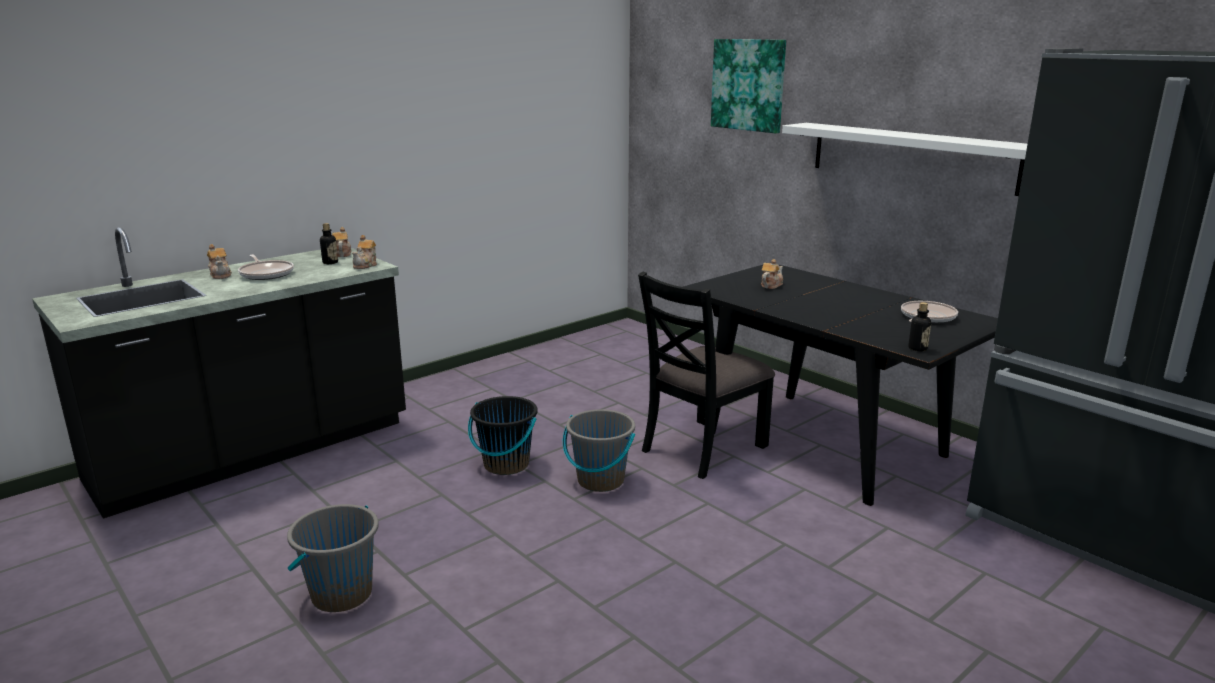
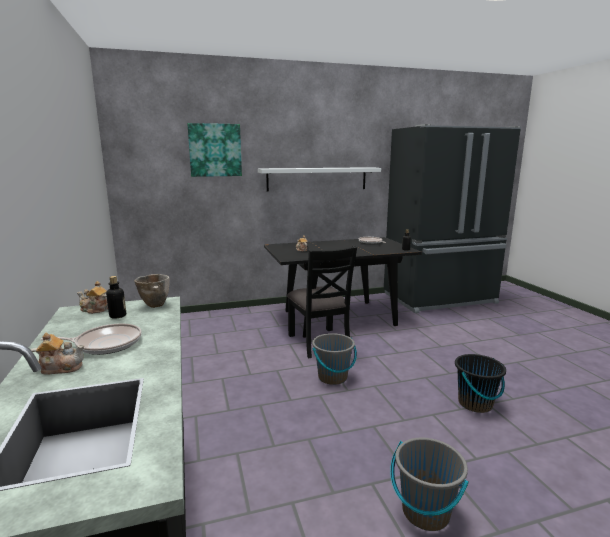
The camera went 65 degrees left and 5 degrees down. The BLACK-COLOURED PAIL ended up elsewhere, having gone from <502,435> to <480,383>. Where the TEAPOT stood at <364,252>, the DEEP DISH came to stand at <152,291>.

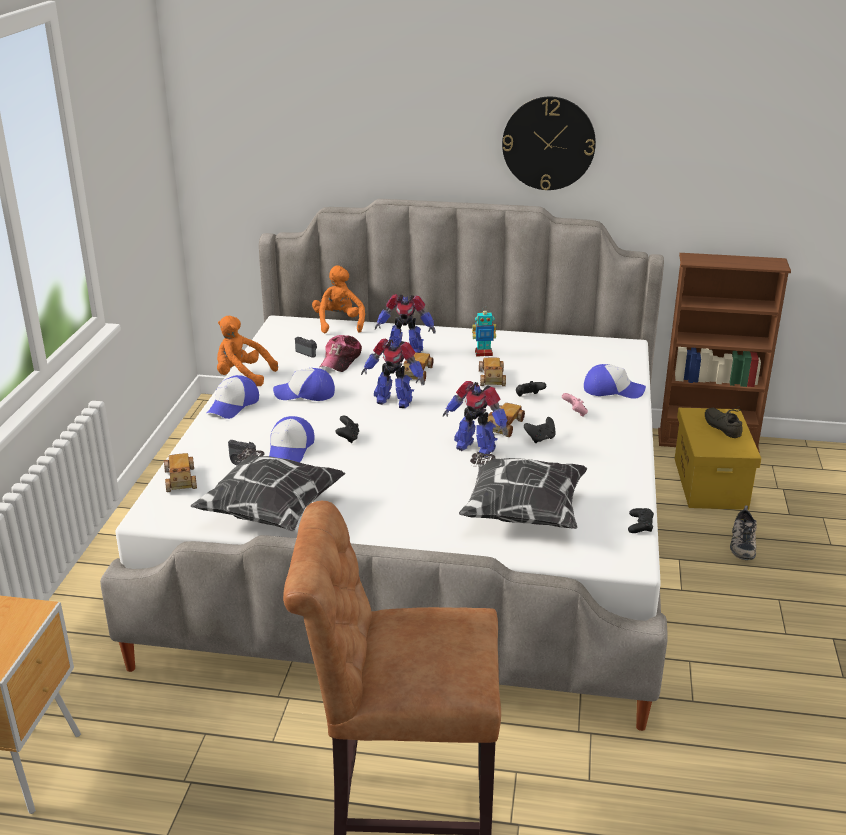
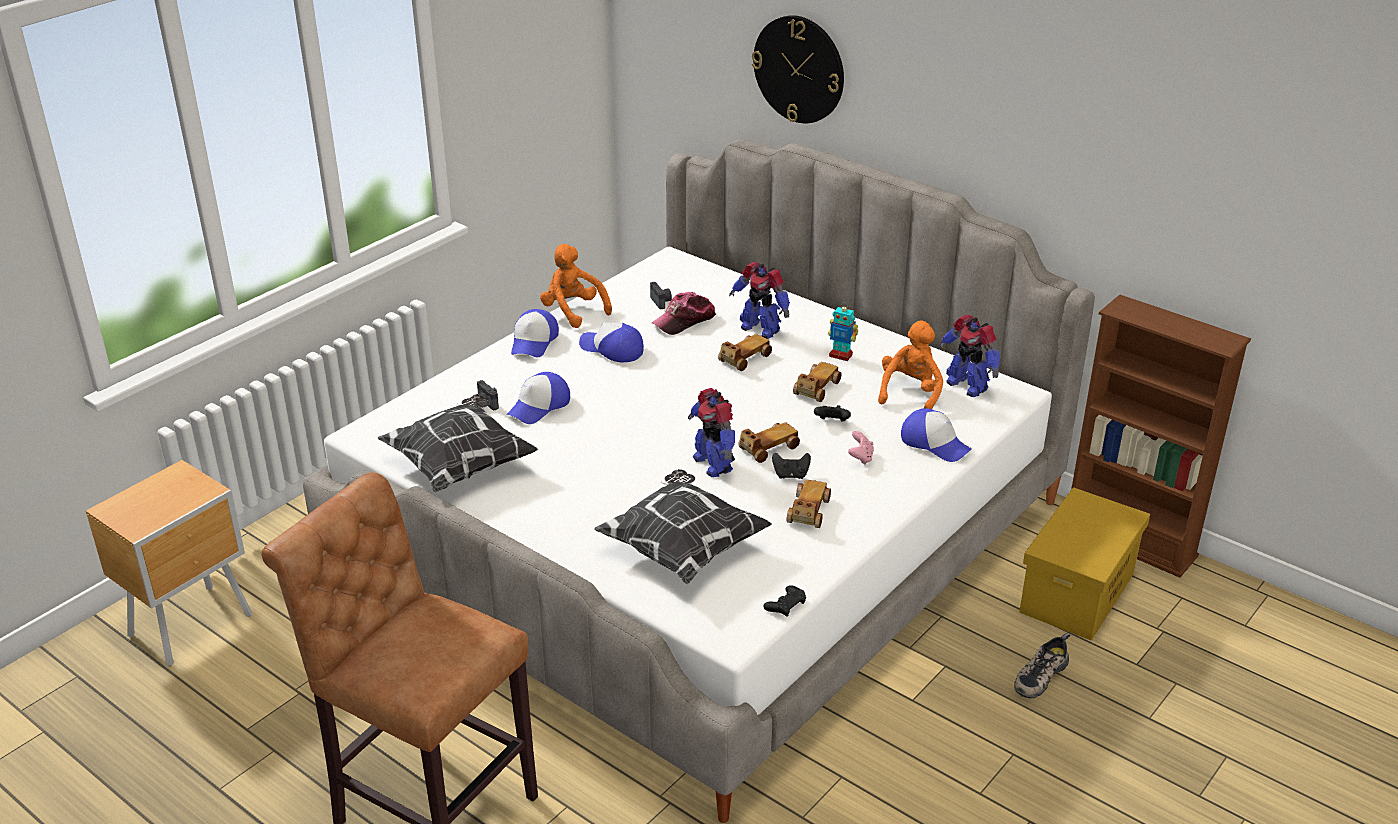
The camera went 30 degrees right and 5 degrees up. The second view lost the BLACK-COLOURED GAMEPAD at <347,429>. The second view lost the GRAY SHOE at <724,422>. The TOY CAR ended up elsewhere, having gone from <180,472> to <808,504>. The ORANGEY PLUSH TOY ended up elsewhere, having gone from <338,299> to <910,364>. The ROBOT FIGURE ended up elsewhere, having gone from <393,373> to <969,356>. The WALL CLOCK ended up elsewhere, having gone from <549,143> to <798,69>. The PEAKED CAP at <233,397> ended up facing another way, 45 degrees counterclockwise from before.

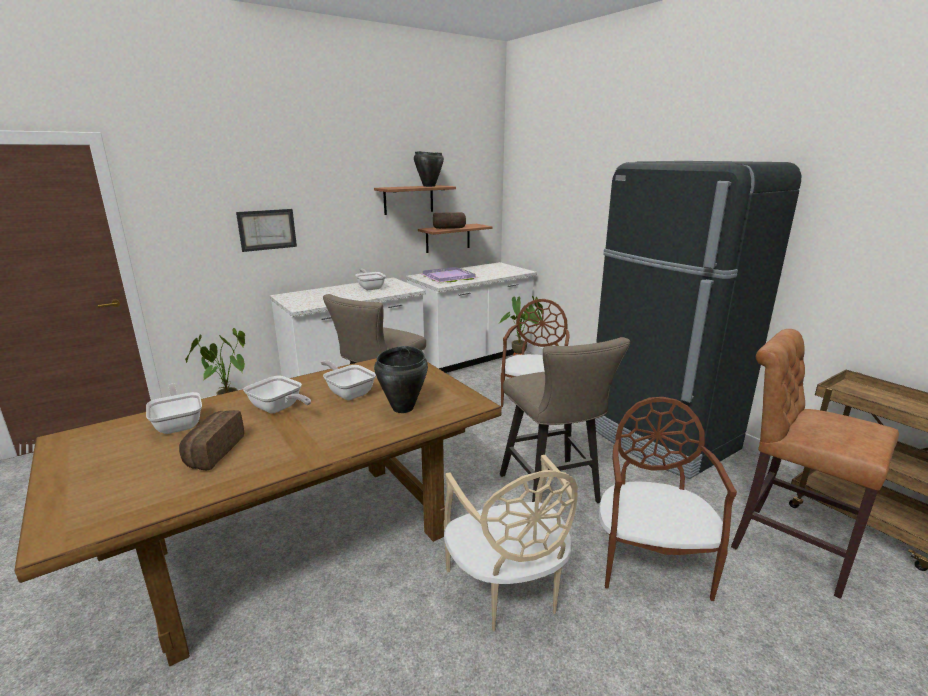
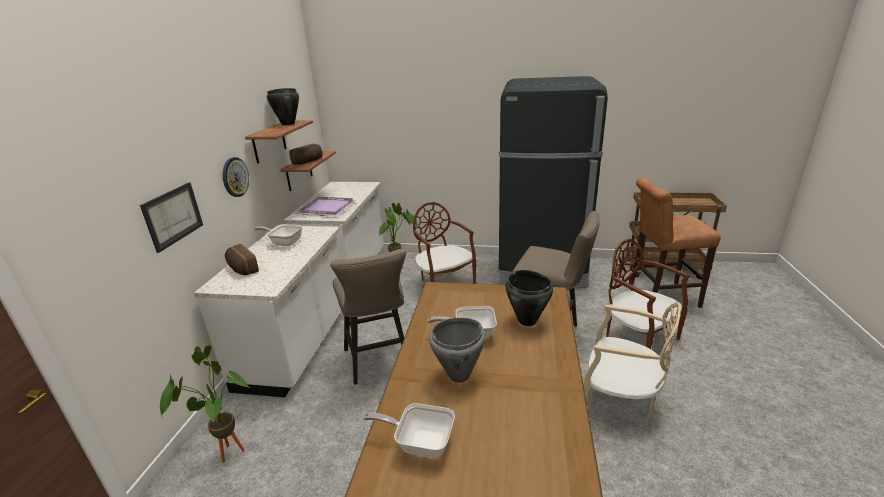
The camera went 45 degrees left and 5 degrees up. The second view gained the WALL CLOCK at <236,177>. The BREAD ended up elsewhere, having gone from <211,440> to <242,259>. Where the PAN stood at <277,394>, the GRAY SAUCEPOT came to stand at <457,350>.

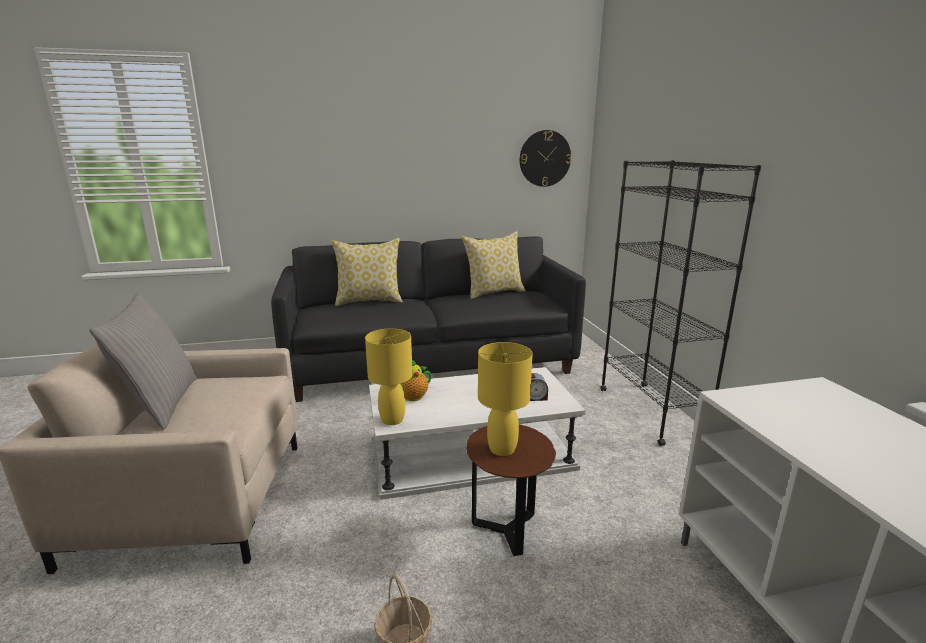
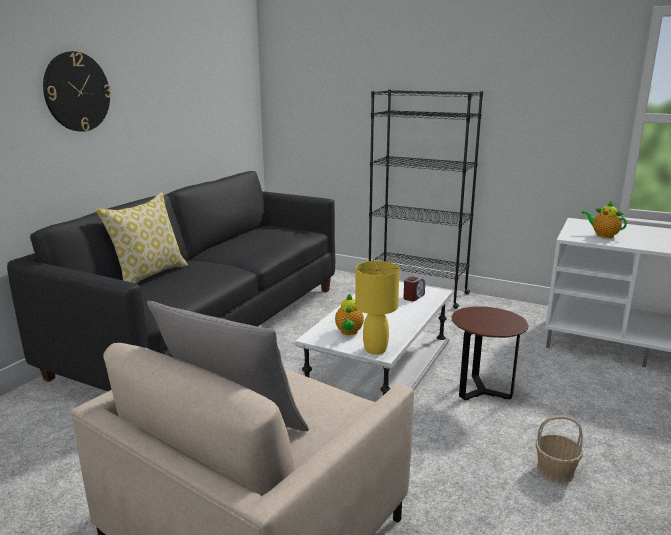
The camera went 50 degrees left and 0 degrees up. The second view lost the CUSHION at <494,265>. The second view lost the YELLOW-COLOURED LAMP FOR A TABLE at <505,399>. The second view gained the TEAPOT at <604,219>. The WALL CLOCK ended up elsewhere, having gone from <545,158> to <77,91>.

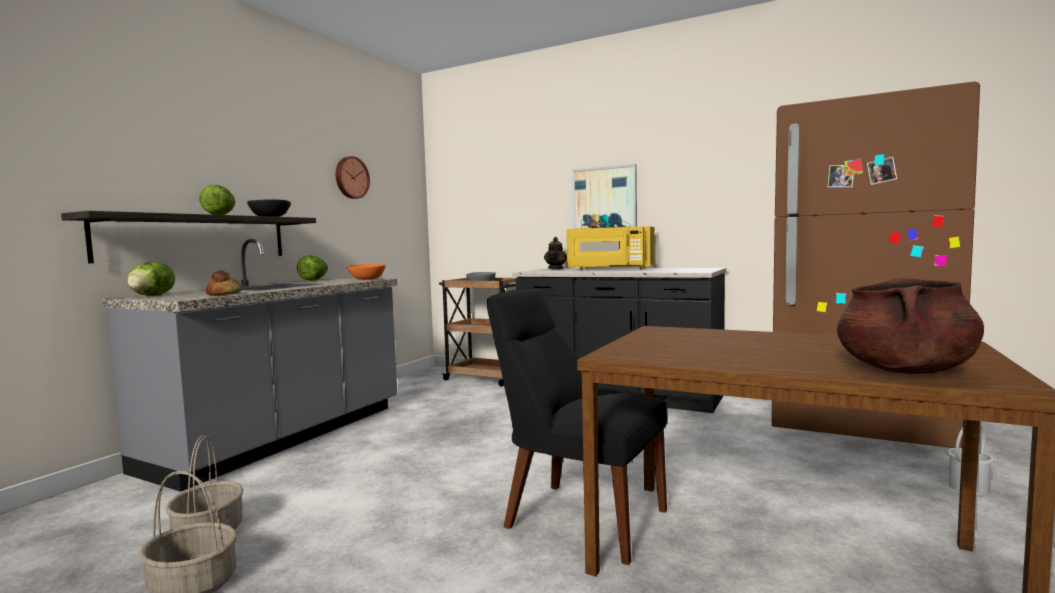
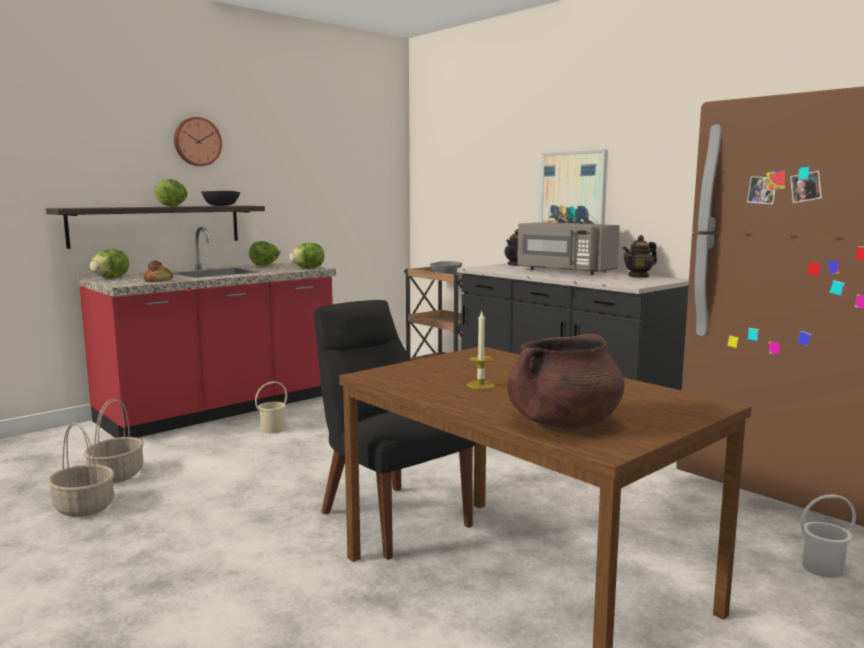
The camera went 20 degrees right and 5 degrees up. The second view gained the BEIGE PAIL at <271,407>. The second view gained the WAX CANDLE at <481,350>. The second view gained the TEAPOT at <640,256>. The WALL CLOCK ended up elsewhere, having gone from <353,177> to <198,141>. Where the ORANGEY DEEP DISH stood at <366,272>, the LETTUCE came to stand at <306,255>. What was the GRAY KITCHEN COUNTER at <249,365> turned into the RED-COLOURED KITCHEN COUNTER at <206,332>. What was the YELLOW-COLOURED KITCHEN MICROWAVE at <610,248> turned into the GRAY KITCHEN MICROWAVE at <568,248>.

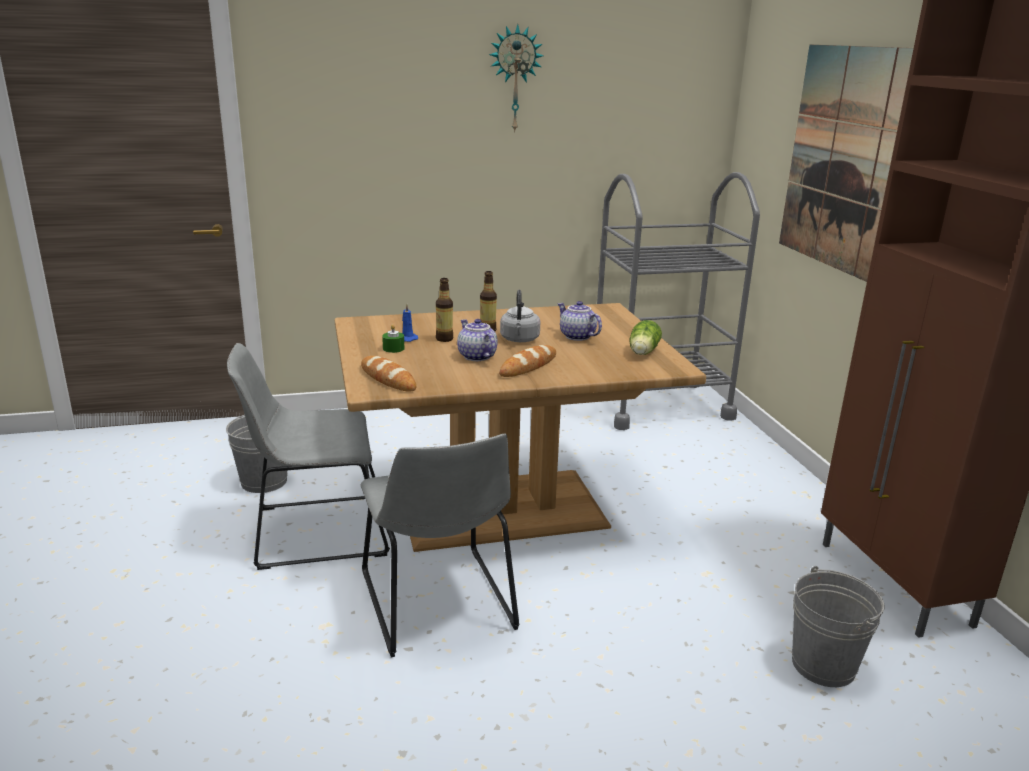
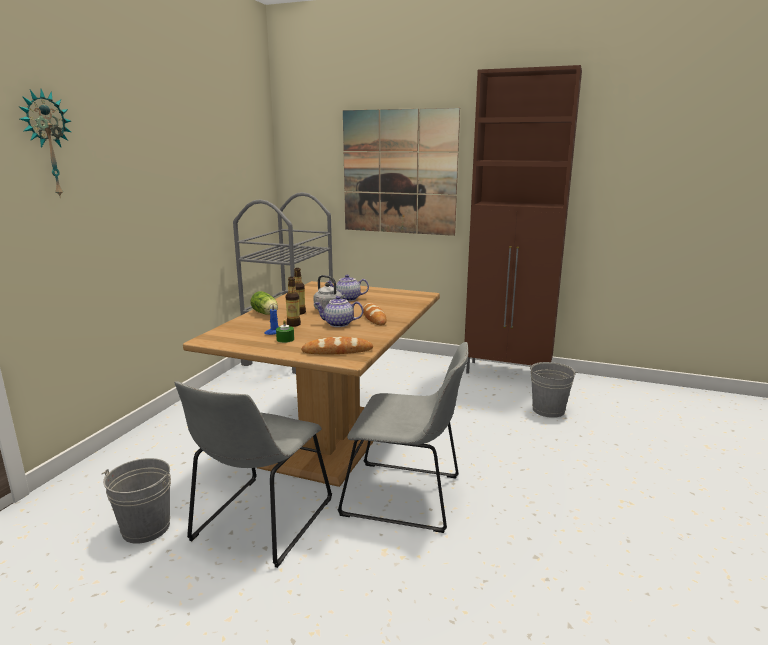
The camera went 55 degrees left and 5 degrees down. The WALL CLOCK ended up elsewhere, having gone from <516,78> to <44,143>. The LETTUCE ended up elsewhere, having gone from <645,337> to <264,302>.

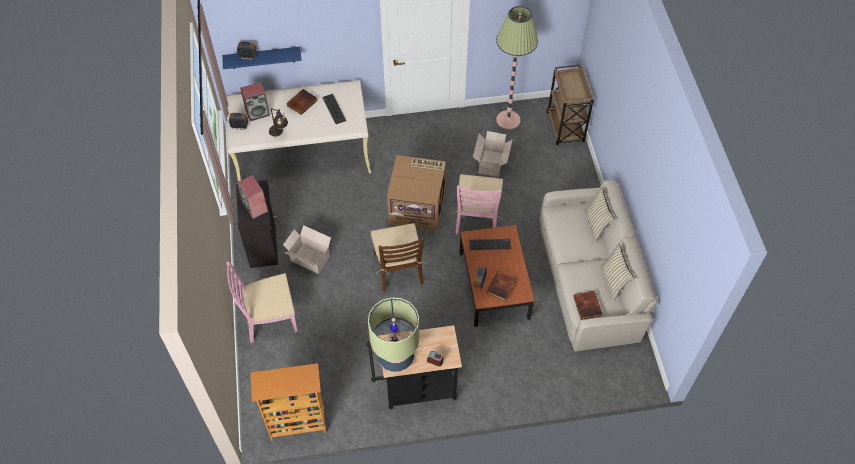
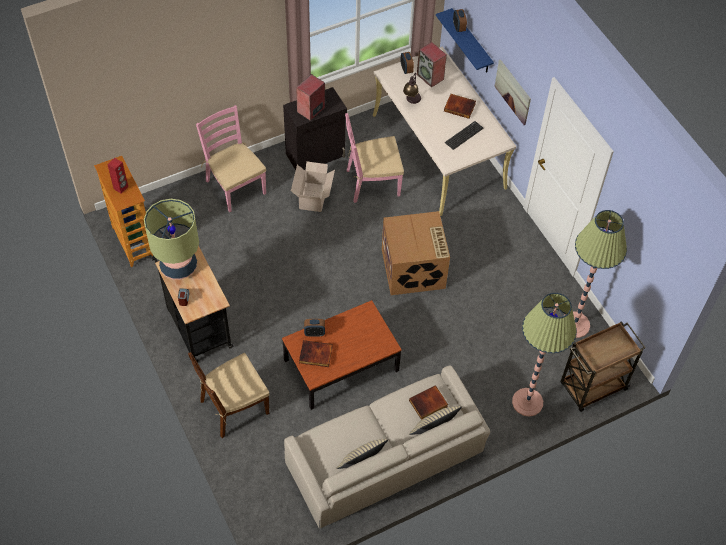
The camera went 70 degrees right and 0 degrees up. The second view lost the KEYBOARD at <490,244>. The second view lost the CARTON at <493,154>. The second view gained the RED-COLOURED SPEAKER at <117,176>. The second view gained the WALL PICTURE at <513,92>. The second view gained the FLOOR LAMP at <544,355>. The BROWNISH UPRIGHT CHAIR ended up elsewhere, having gone from <399,257> to <229,395>. The PINK-COLOURED UPRIGHT CHAIR ended up elsewhere, having gone from <477,204> to <374,158>. The BOUND BOOK ended up elsewhere, having gone from <587,305> to <428,402>.

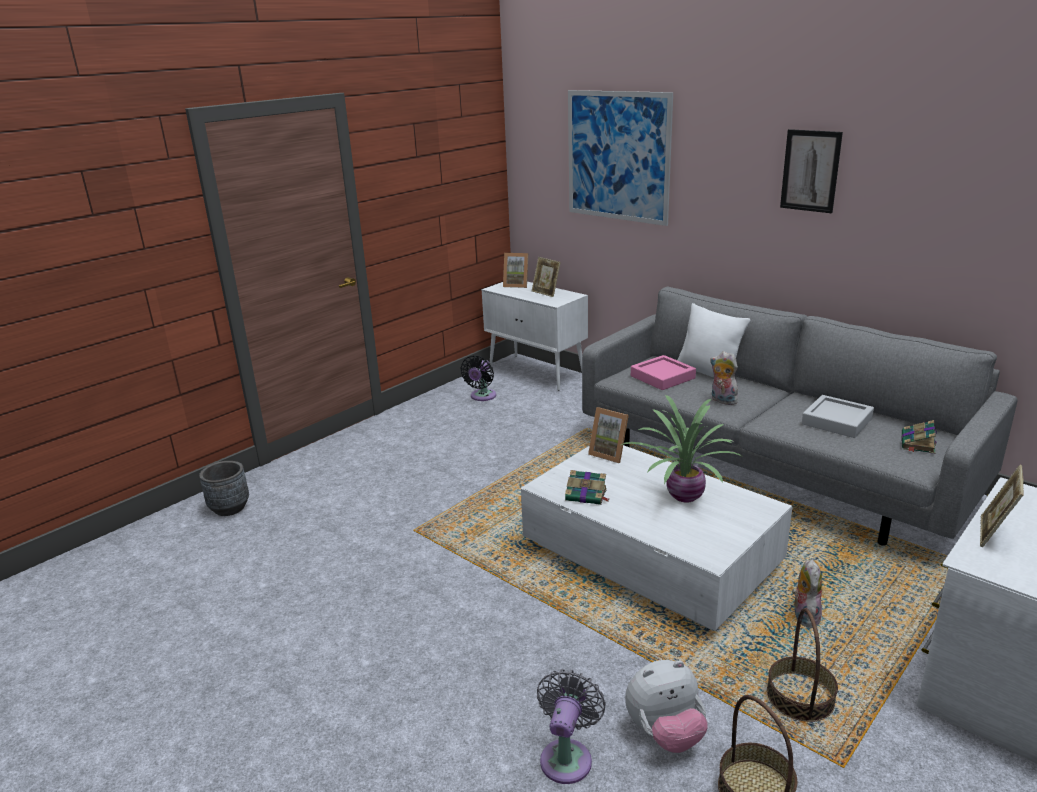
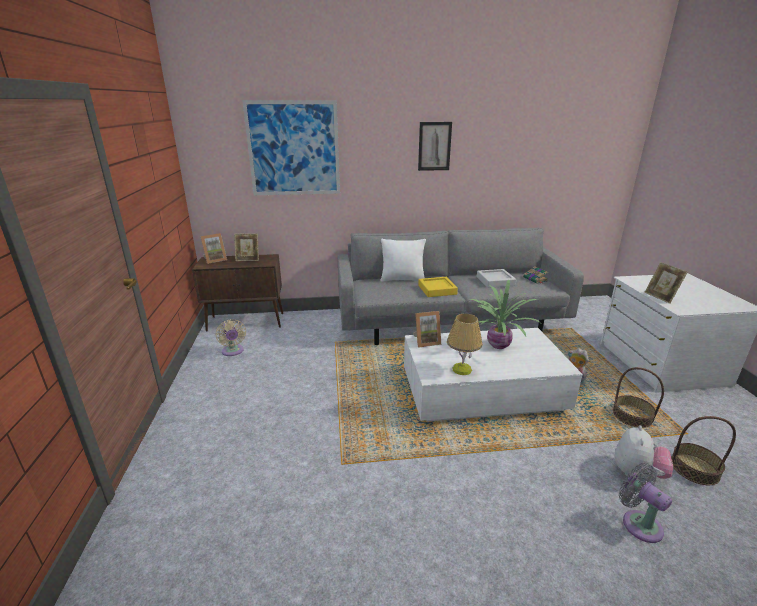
The camera went 50 degrees left and 0 degrees up. The second view lost the GRAY PLANT POT at <224,488>. The second view lost the PINK-COLOURED SERVING TRAY at <663,372>. Where the BOUND BOOK stood at <587,487>, the LAMP FOR A TABLE came to stand at <464,344>. Where the PLUSH TOY stood at <724,378>, the YELLOW-COLOURED SERVING TRAY came to stand at <438,287>. What was the BLACK-COLOURED ELECTRIC FAN at <478,378> turned into the BEIGE ELECTRIC FAN at <230,337>. What was the WHITISH STORAGE CABINET at <535,336> turned into the BROWNISH STORAGE CABINET at <237,293>.

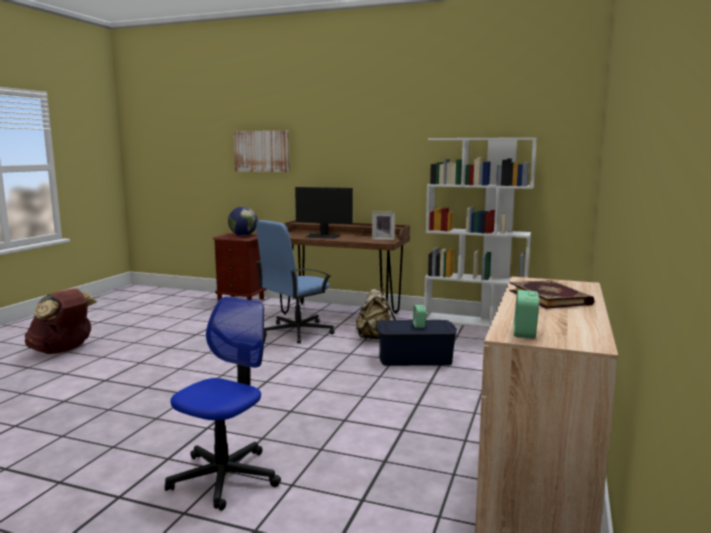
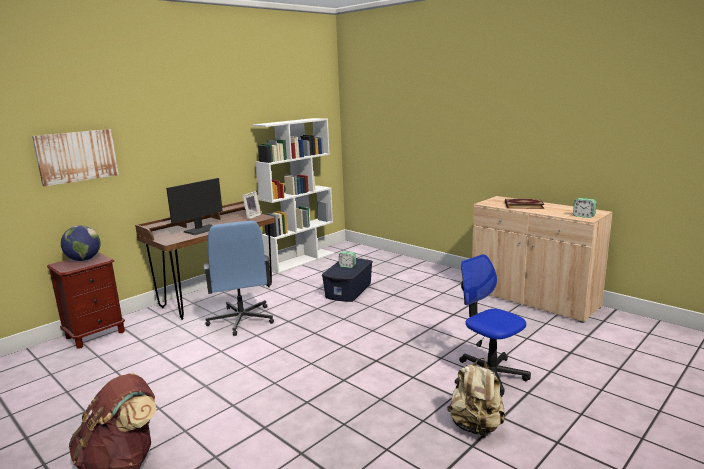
The camera went 65 degrees left and 5 degrees up. The BEIGE KNAPSACK ended up elsewhere, having gone from <376,313> to <476,398>.

